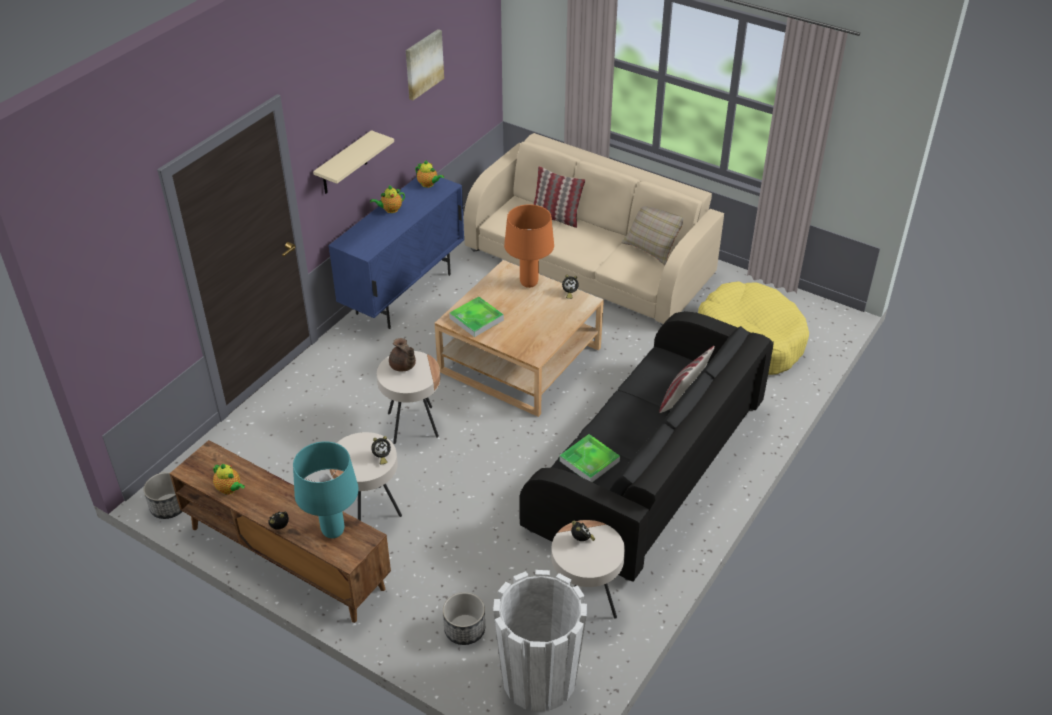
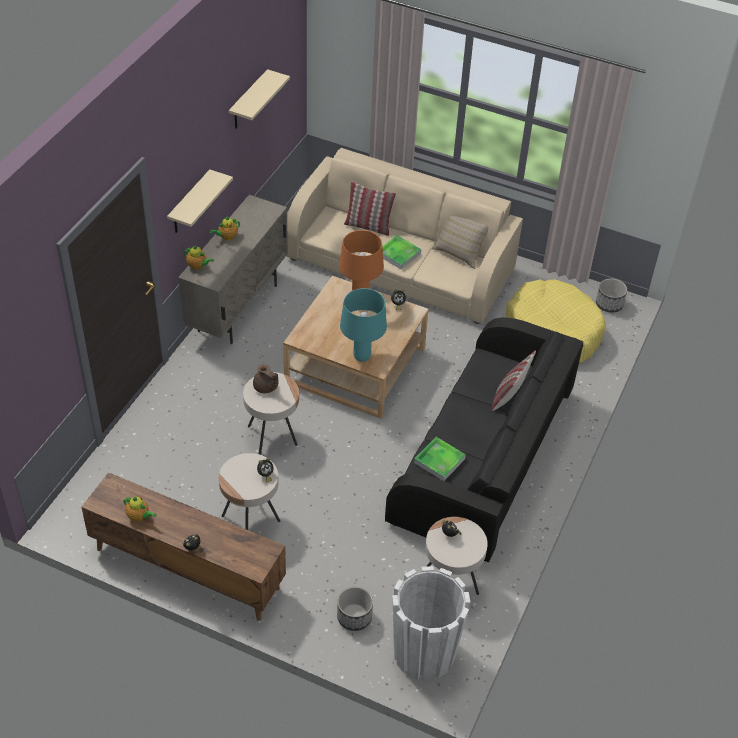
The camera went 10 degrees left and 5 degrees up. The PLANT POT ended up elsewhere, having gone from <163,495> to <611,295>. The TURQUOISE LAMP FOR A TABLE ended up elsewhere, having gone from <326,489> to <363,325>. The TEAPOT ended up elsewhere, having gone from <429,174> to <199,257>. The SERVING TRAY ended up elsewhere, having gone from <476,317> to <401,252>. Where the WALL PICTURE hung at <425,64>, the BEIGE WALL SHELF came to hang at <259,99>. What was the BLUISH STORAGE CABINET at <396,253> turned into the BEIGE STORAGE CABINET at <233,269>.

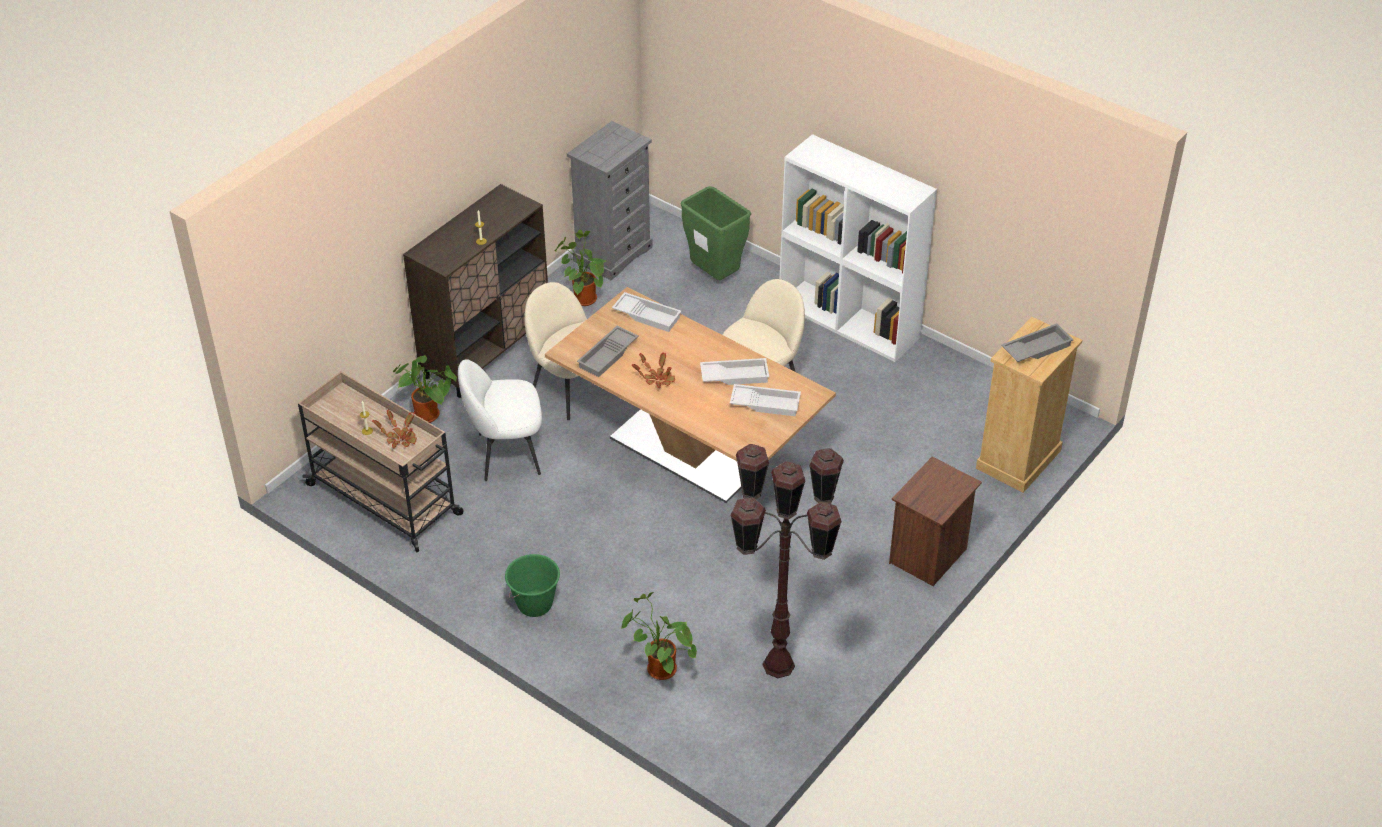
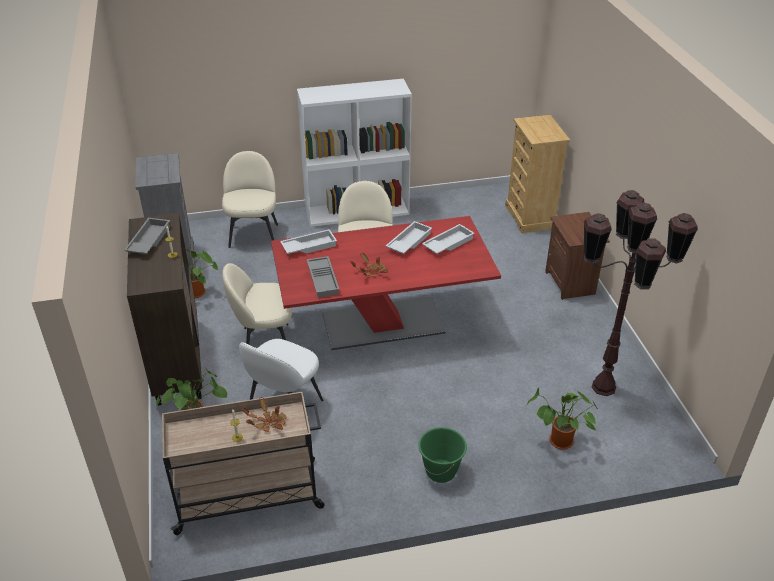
The camera went 50 degrees left and 5 degrees down. The GRAY SERVING TRAY ended up elsewhere, having gone from <1037,342> to <147,236>. Where the GREEN RUBBISH BIN stood at <716,233>, the BEIGE UPRIGHT CHAIR came to stand at <250,199>. What was the BEIGE DINING TABLE at <690,395> turned into the RED-COLOURED DINING TABLE at <386,283>.

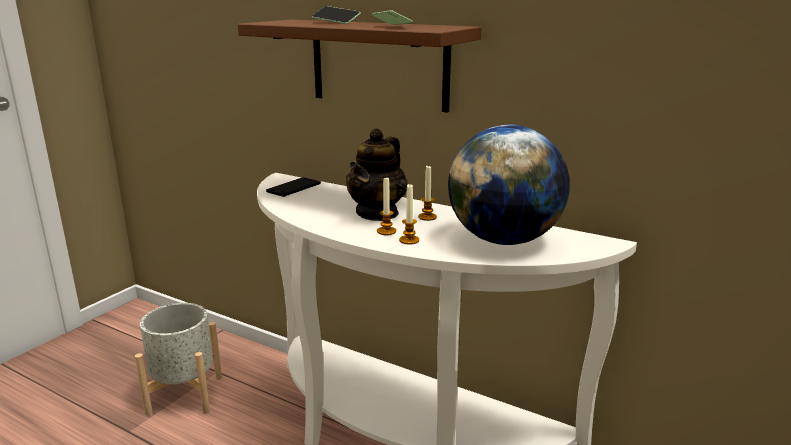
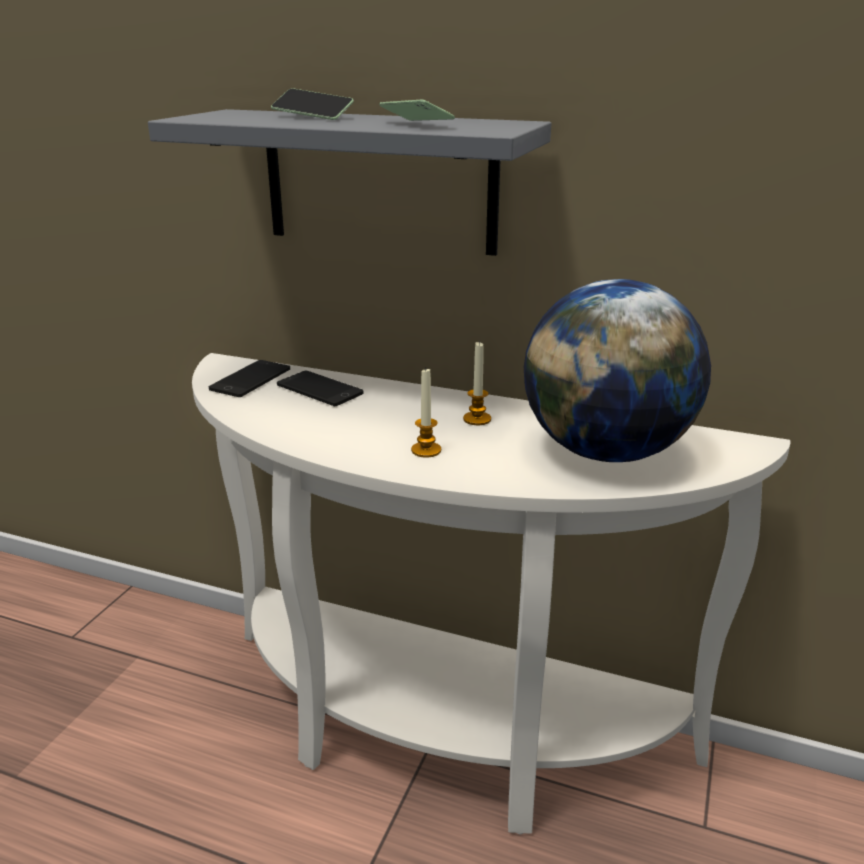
The camera went 10 degrees left and 5 degrees up. The second view lost the GRAY PLANT POT at <178,359>. The second view lost the TEAPOT at <376,174>. The second view lost the WAX CANDLE at <409,214>. The second view gained the TELEPHONE at <320,388>. What was the BROWNISH WALL SHELF at <360,66> turned into the GRAY WALL SHELF at <349,182>.

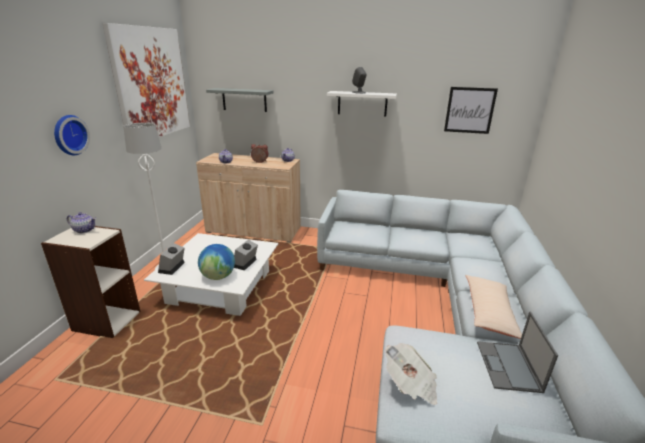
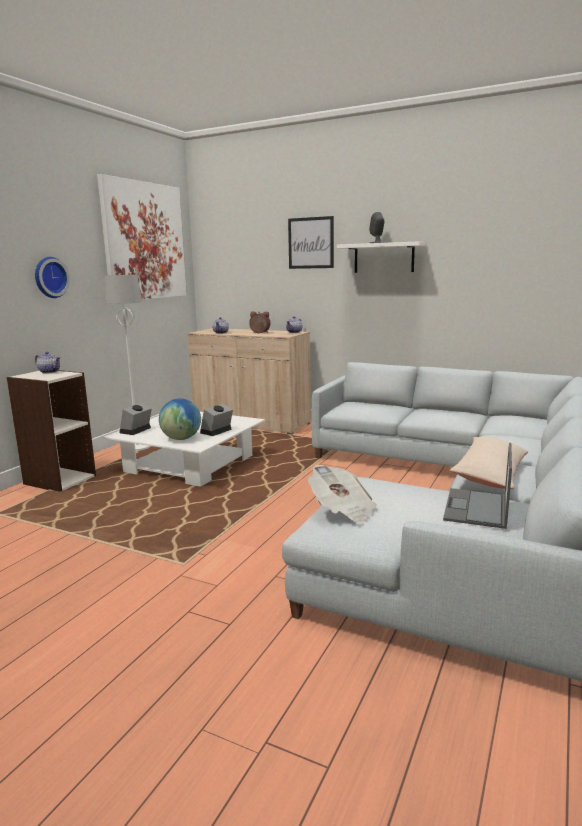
The camera went 15 degrees right and 10 degrees down. The second view lost the GRAY WALL SHELF at <239,100>. The WALL PICTURE ended up elsewhere, having gone from <471,110> to <311,242>.

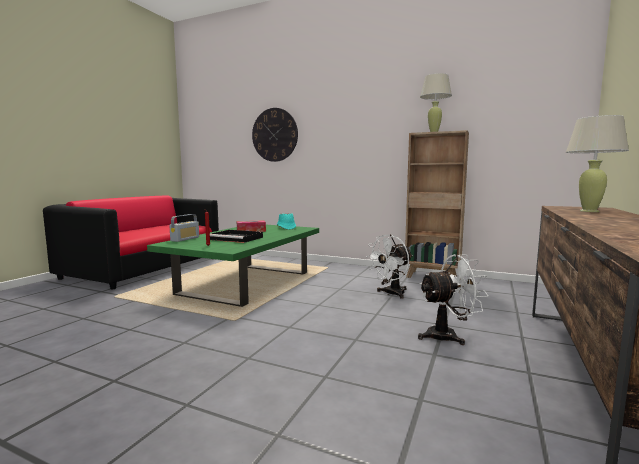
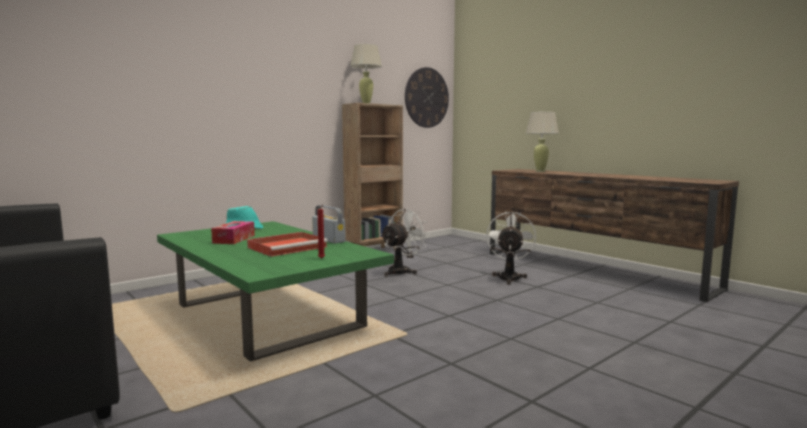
The camera went 65 degrees left and 0 degrees up. The RADIO RECEIVER ended up elsewhere, having gone from <184,228> to <329,224>. The WALL CLOCK ended up elsewhere, having gone from <275,135> to <427,97>. What was the BLACK-COLOURED SERVING TRAY at <236,236> turned into the RED-COLOURED SERVING TRAY at <287,244>. The WHITISH ELECTRIC FAN at <389,266> ended up facing another way, 120 degrees counterclockwise from before.

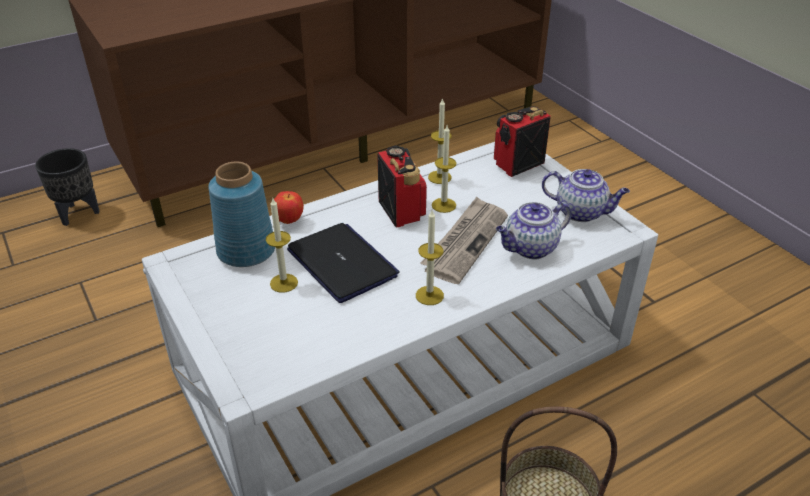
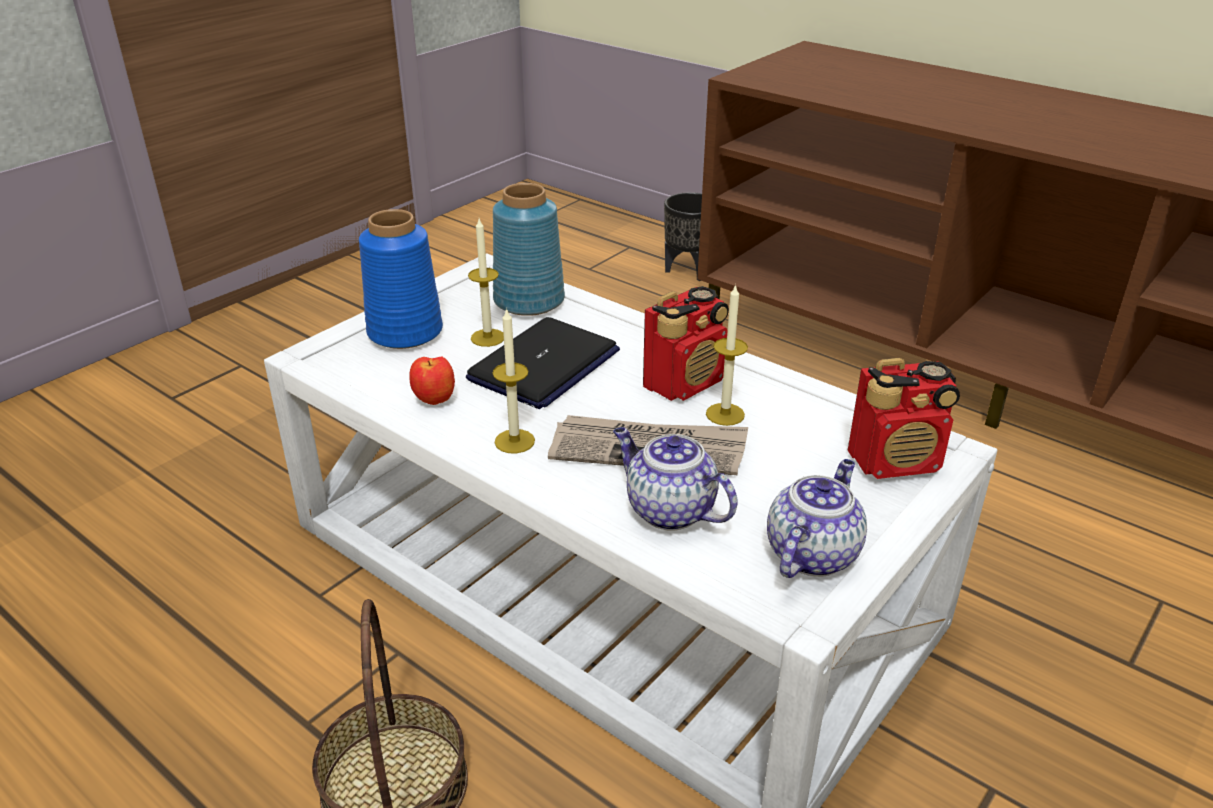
The camera went 70 degrees right and 5 degrees down. The second view lost the WAX CANDLE at <439,141>. The second view gained the BLUISH VASE at <401,279>. The WHOLE APPLE ended up elsewhere, having gone from <289,207> to <432,381>. The RADIO RECEIVER at <522,141> ended up facing another way, 135 degrees clockwise from before. The TEAPOT at <586,195> ended up facing another way, 150 degrees counterclockwise from before.

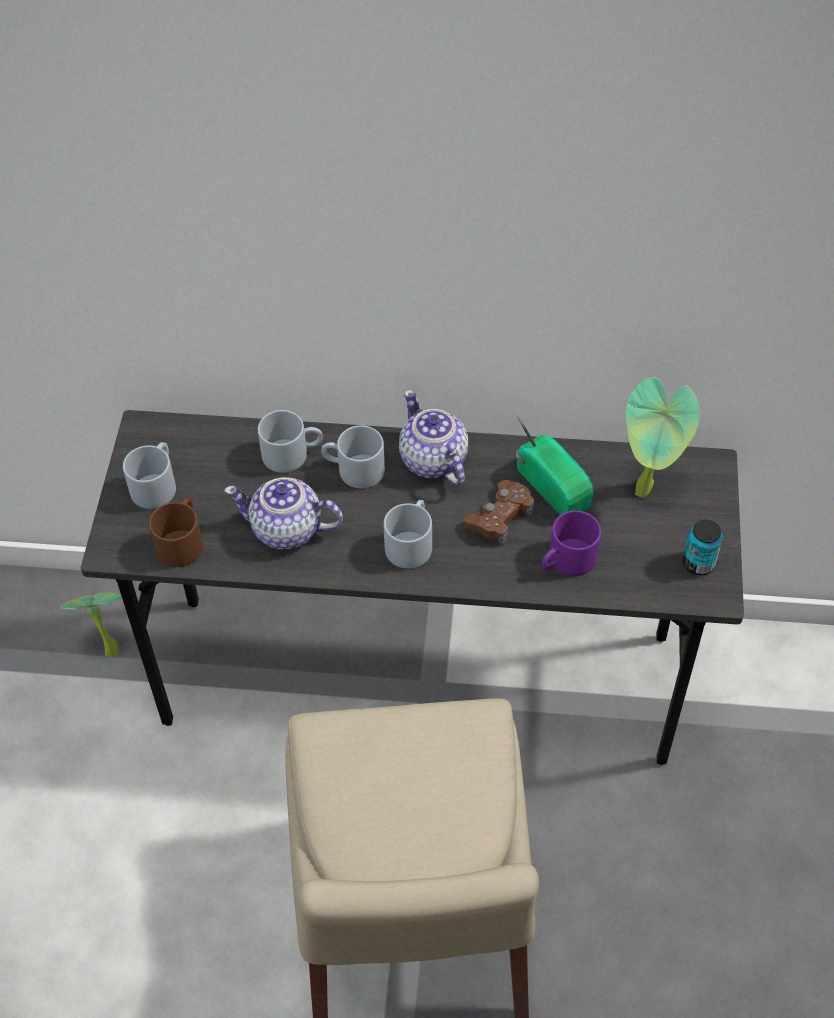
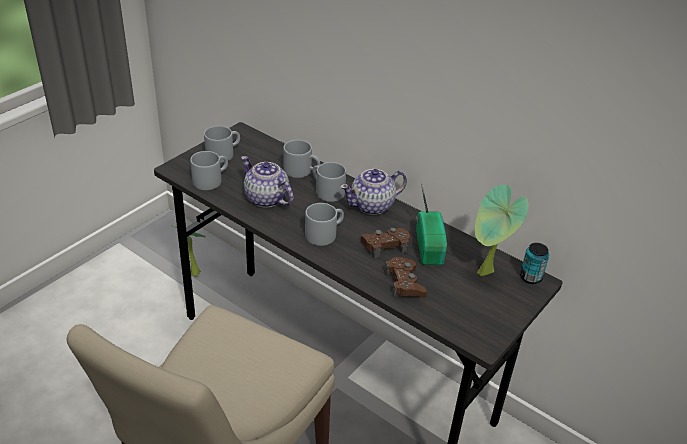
The camera went 30 degrees right and 15 degrees down. The METAL CAN ended up elsewhere, having gone from <703,547> to <534,263>. Where the PURPLISH COFFEE MUG stood at <571,543>, the BROWNISH GAMEPAD came to stand at <406,277>. What was the BROWNISH COFFEE MUG at <176,532> turned into the GRAY COFFEE MUG at <209,170>. The TEAPOT at <433,437> ended up facing another way, 120 degrees counterclockwise from before.

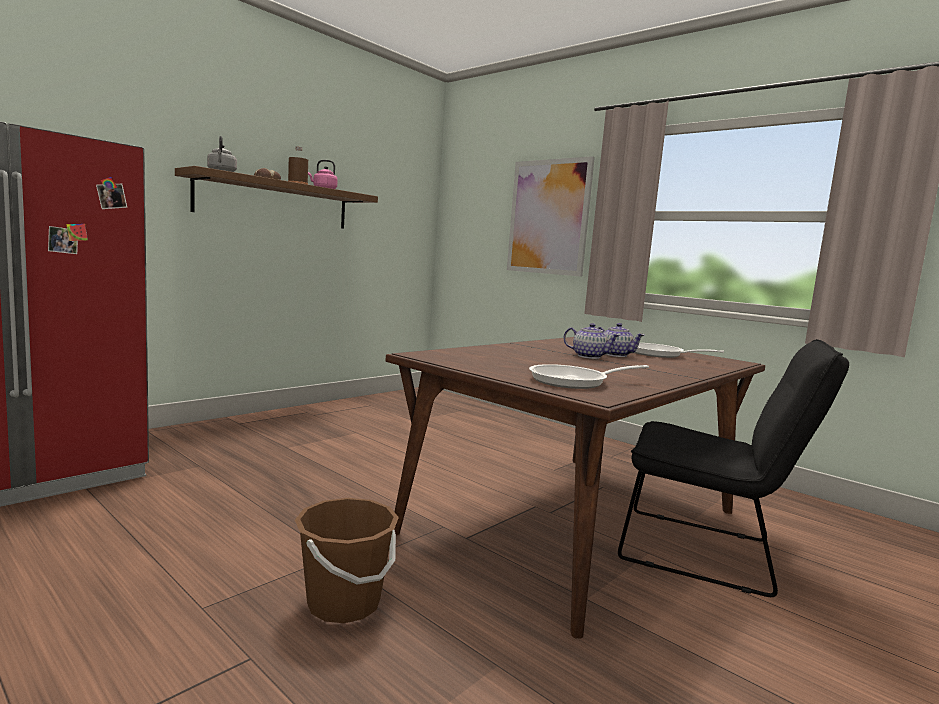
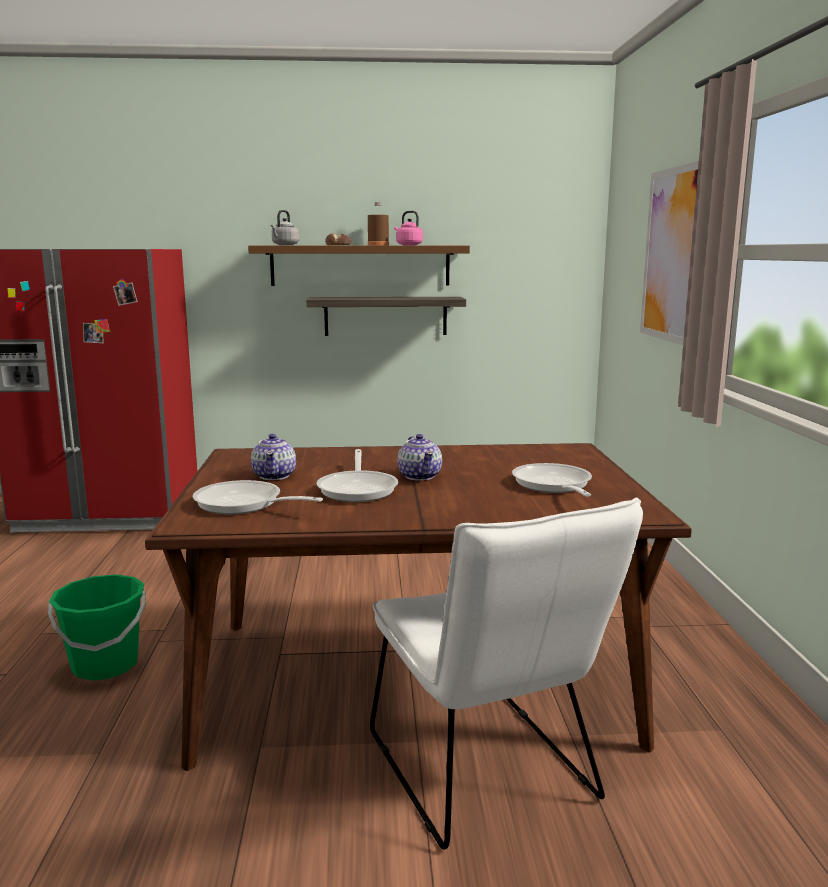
The camera went 45 degrees right and 5 degrees up. The second view gained the WALL SHELF at <386,316>. The second view gained the PAN at <357,475>. The TEAPOT ended up elsewhere, having gone from <621,340> to <273,457>. What was the BROWNISH PAIL at <347,560> turned into the GREEN PAIL at <97,627>. What was the BLACK-COLOURED UPRIGHT CHAIR at <733,468> turned into the WHITISH UPRIGHT CHAIR at <506,673>.

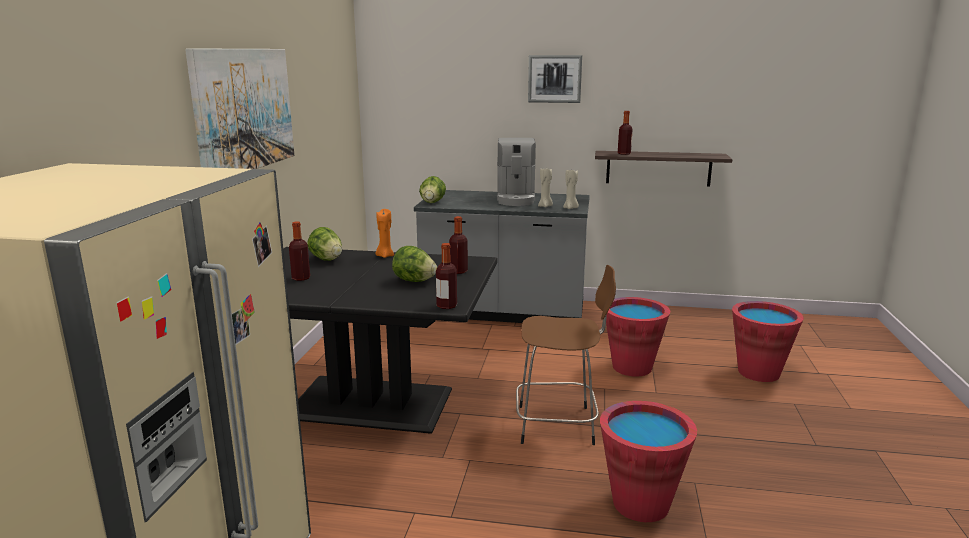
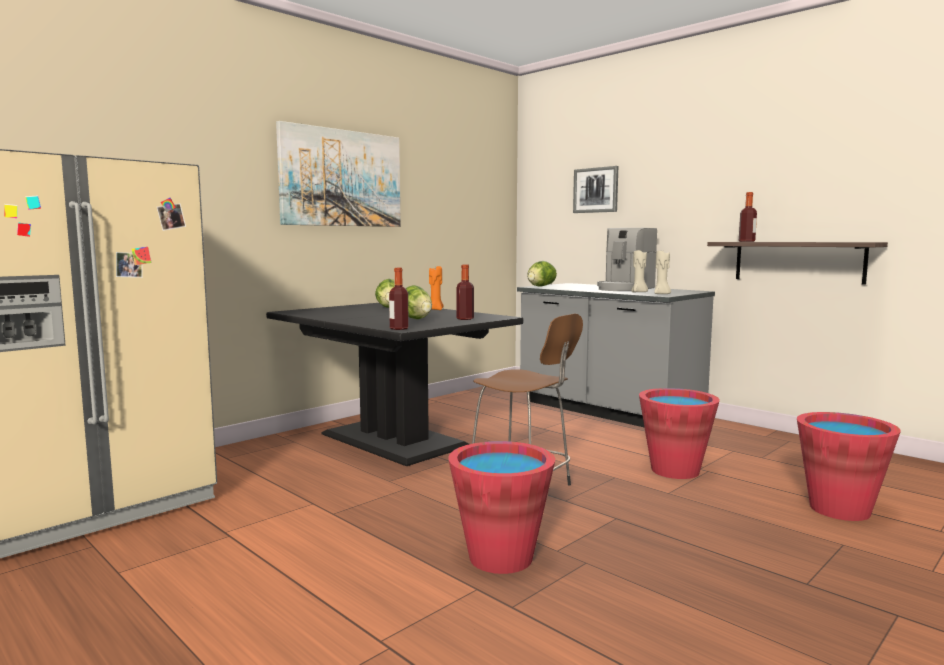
The camera went 35 degrees right and 10 degrees down. The second view lost the DRINK BOTTLE at <299,251>. The WALL PICTURE ended up elsewhere, having gone from <555,79> to <595,189>.

